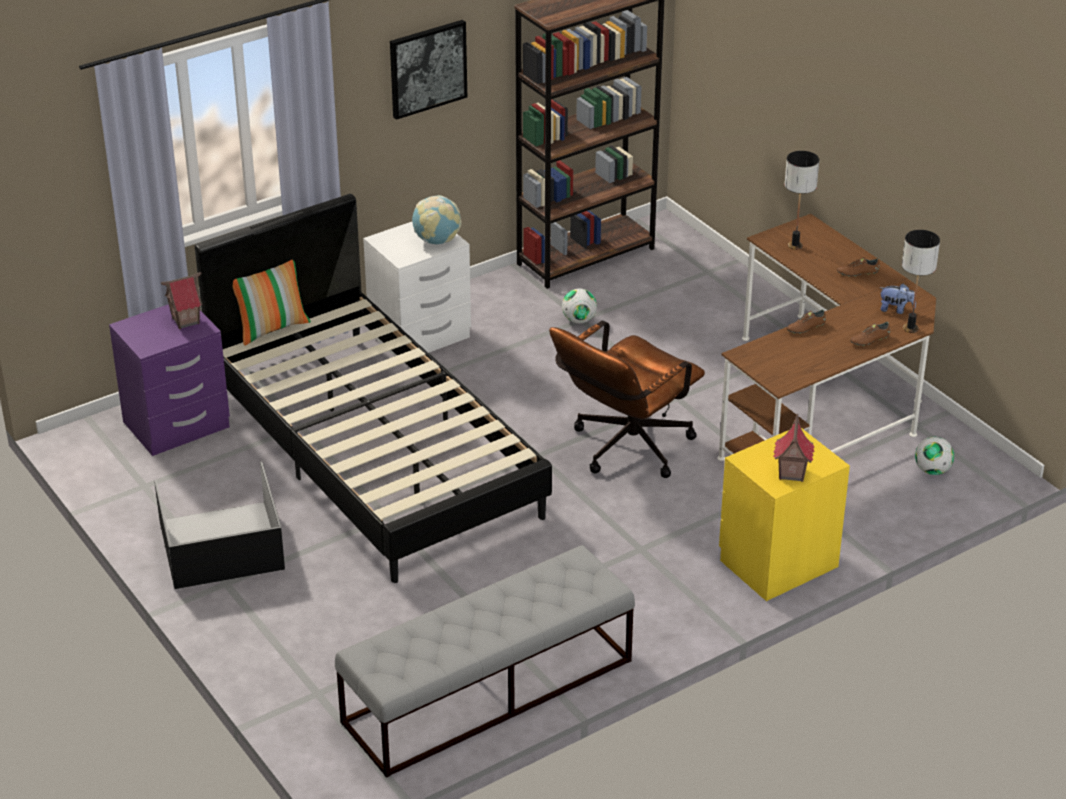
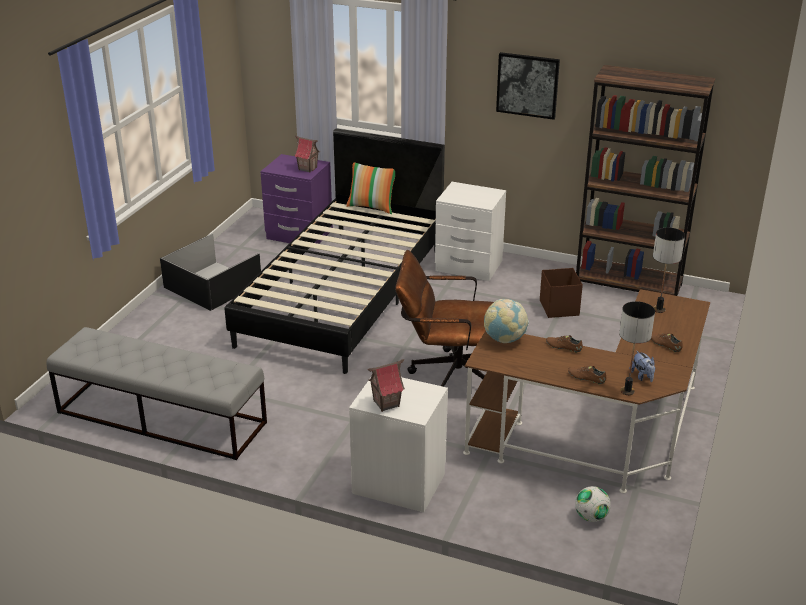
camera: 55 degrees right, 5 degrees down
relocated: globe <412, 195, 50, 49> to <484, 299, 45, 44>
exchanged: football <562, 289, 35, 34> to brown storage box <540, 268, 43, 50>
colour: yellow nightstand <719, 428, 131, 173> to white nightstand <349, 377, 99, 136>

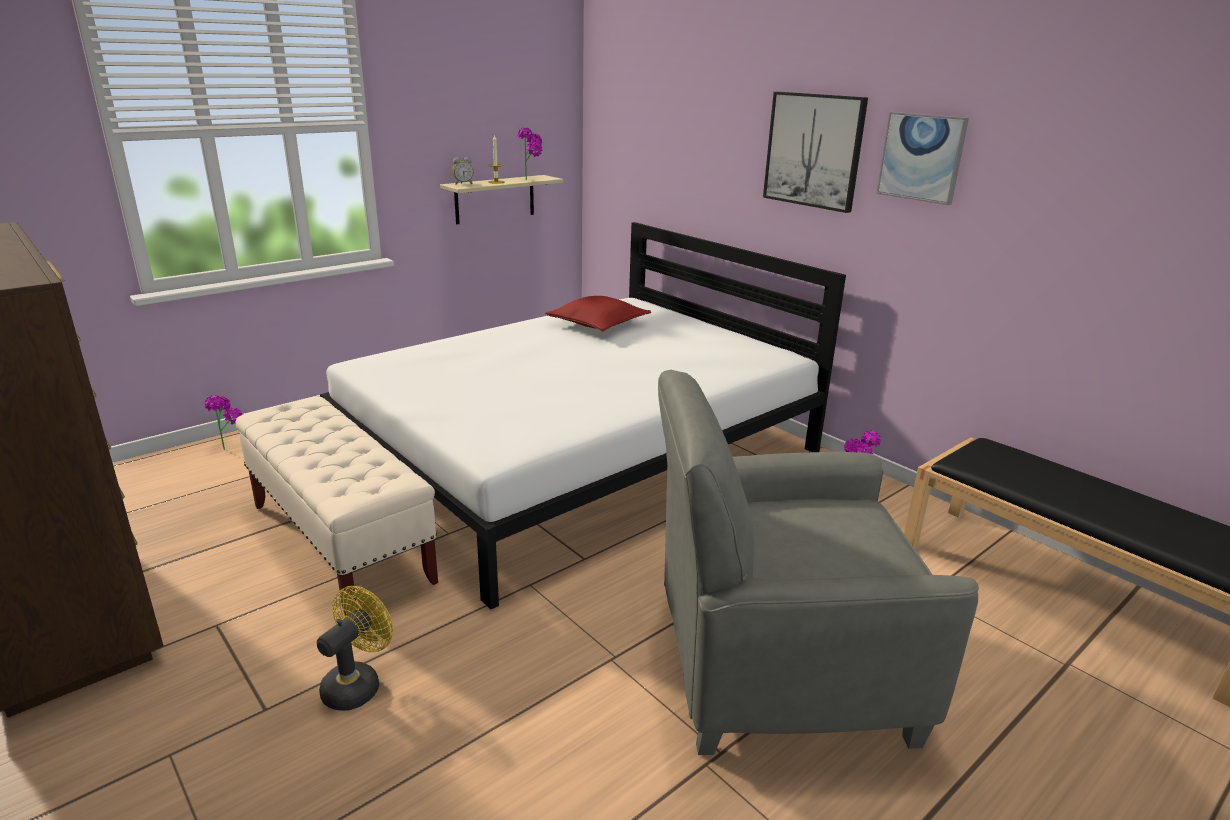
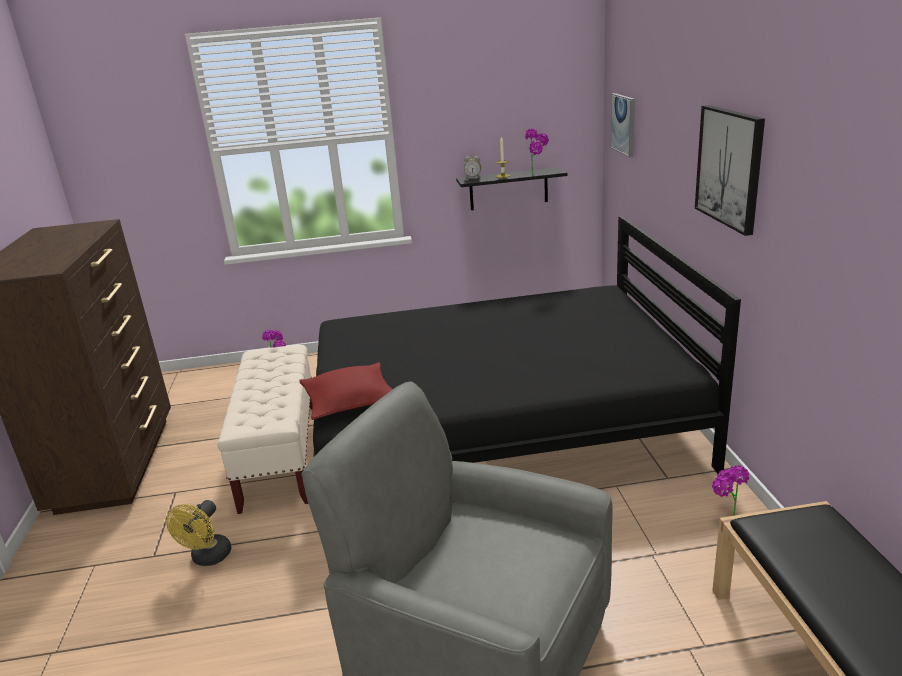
camera: 35 degrees right, 0 degrees up
relocated: red pillow <545, 296, 106, 35> to <299, 362, 94, 58>; picture <876, 112, 93, 93> to <610, 93, 25, 64>
colour: white bed <320, 222, 526, 387> to black bed <313, 216, 428, 258>; beige shelf <440, 175, 123, 49> to black shelf <456, 167, 112, 43>
spun: yellow fan <317, 586, 76, 125> = <166, 500, 65, 66> 135 degrees clockwise

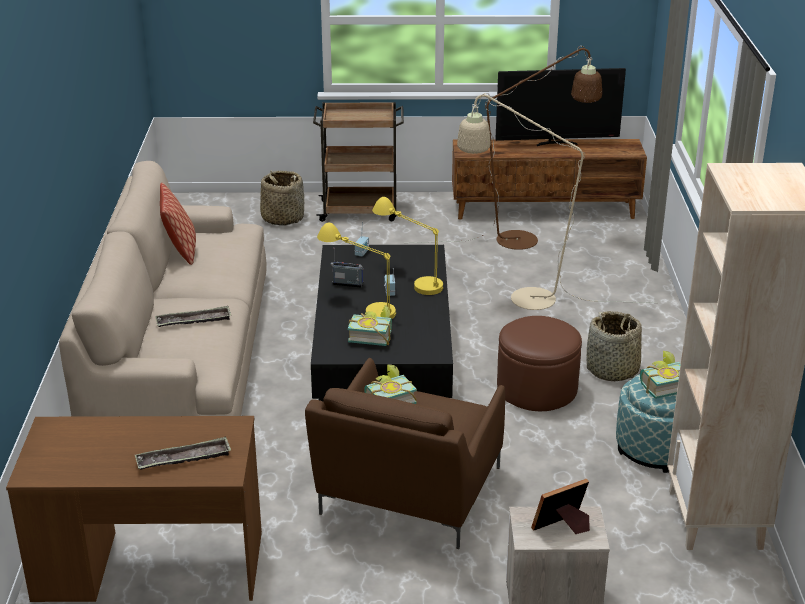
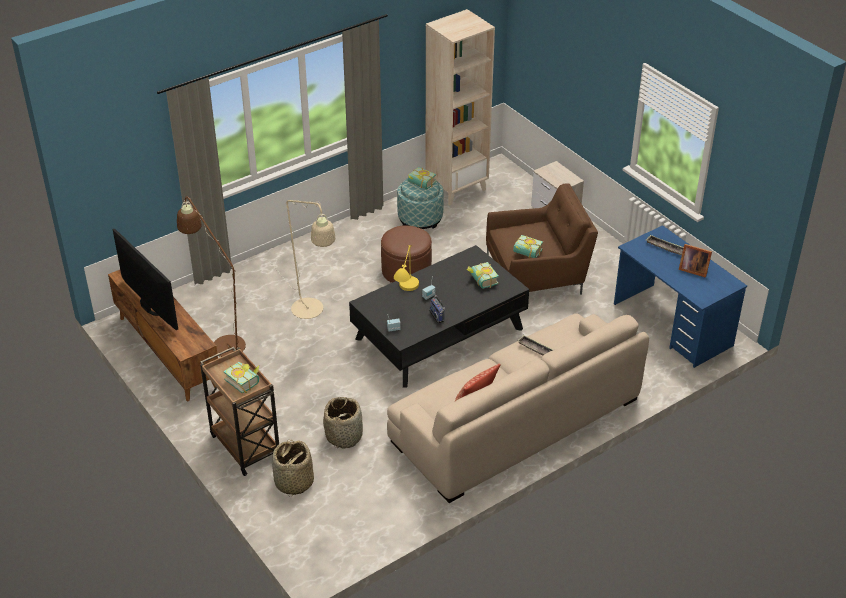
camera: 125 degrees left, 10 degrees up
missing: yellow table lamp <317, 223, 79, 96>
appeared: book <223, 362, 37, 31>
relocated: basket <586, 311, 56, 70> to <323, 397, 40, 52>; picture frame <531, 479, 59, 55> to <679, 244, 33, 34>
colour: brown desk <6, 416, 256, 186> to blue desk <614, 225, 133, 143>

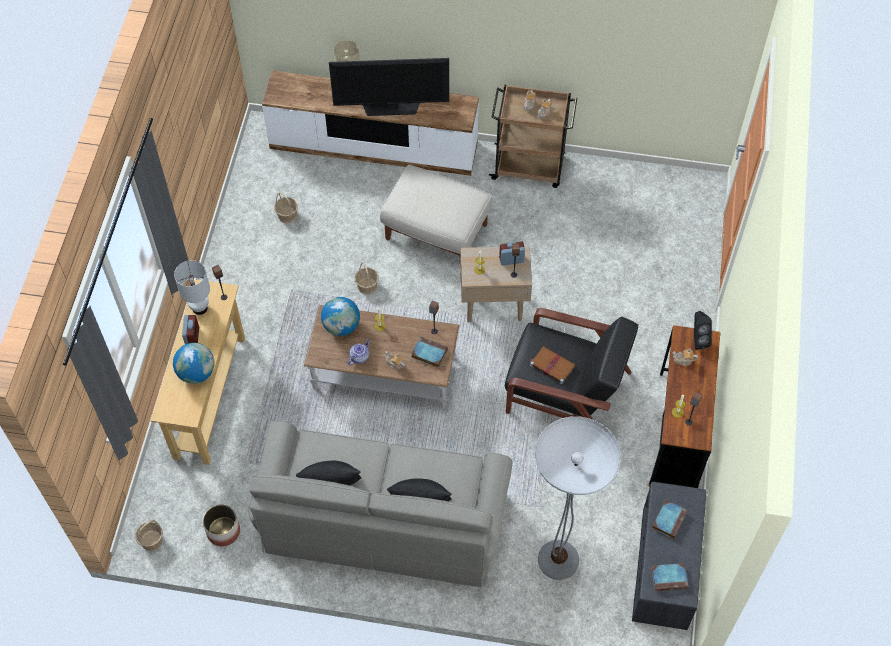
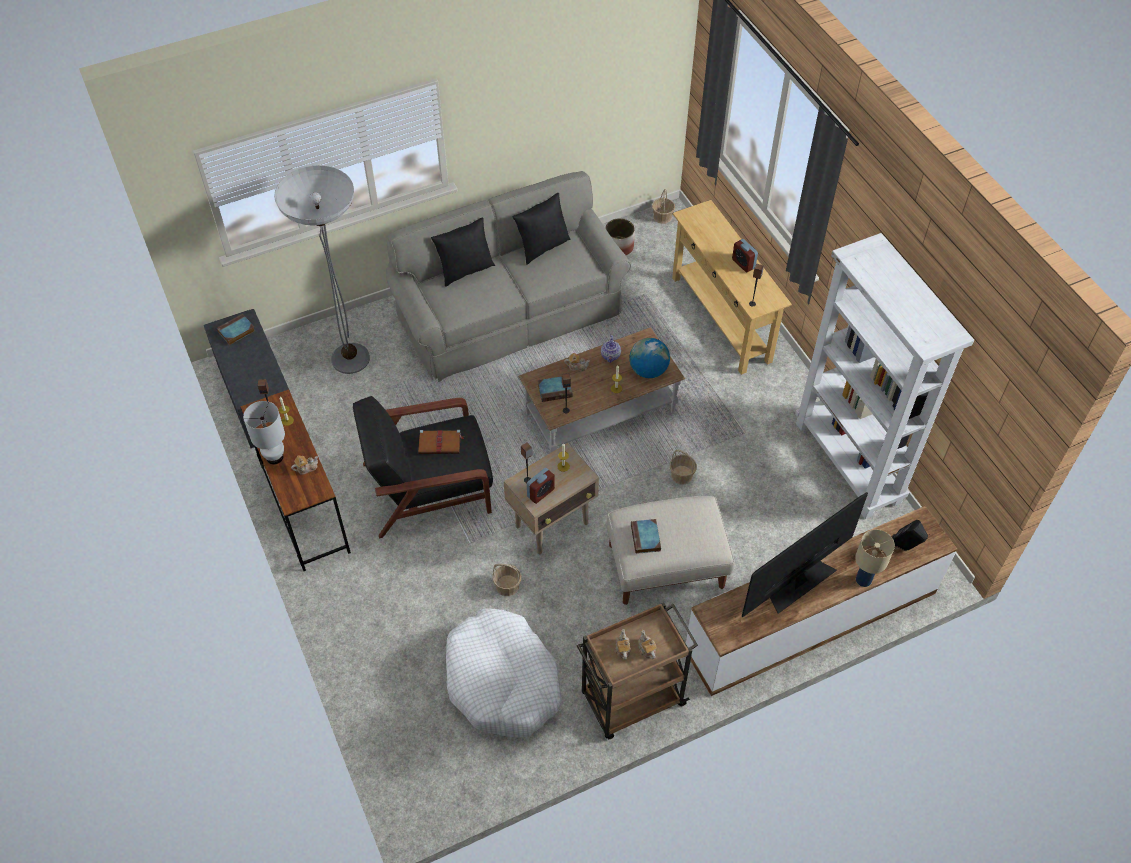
camera: 145 degrees right, 5 degrees down
missing: globe <173, 343, 41, 41>
appeared: white dog bed <446, 608, 116, 130>; white bookcase <795, 233, 179, 286>
relocated: white table lamp <174, 260, 36, 55> to <243, 401, 42, 63>; basket <274, 192, 24, 31> to <492, 564, 29, 32>; book <652, 500, 36, 39> to <631, 519, 30, 35>; black speaker <694, 311, 18, 39> to <892, 520, 36, 31>

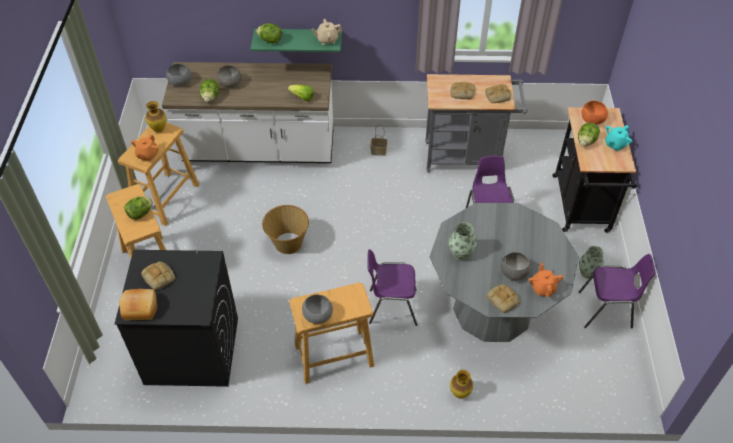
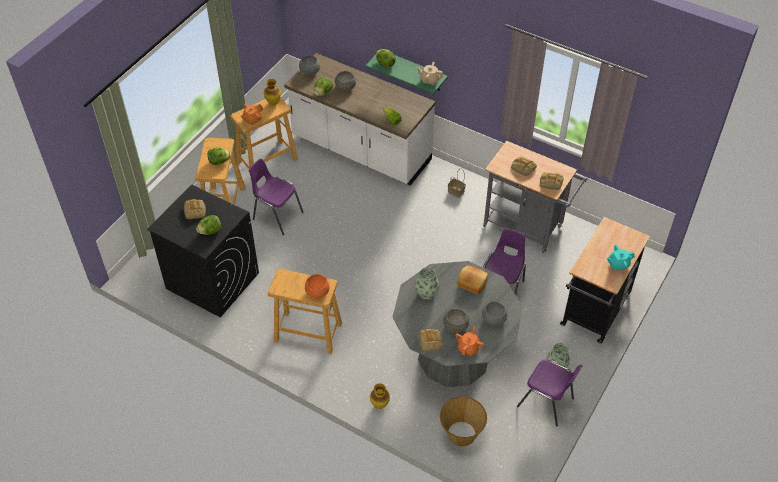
camera: 30 degrees right, 0 degrees up
relocated: lettuce <578, 123, 22, 23> to <196, 215, 25, 20>; purple chair <367, 249, 51, 77> to <249, 158, 55, 77>; orange bowl <582, 101, 26, 24> to <305, 274, 25, 25>; basket <262, 205, 47, 49> to <440, 396, 47, 50>; bread <119, 289, 38, 31> to <457, 265, 31, 29>; grey bowl <302, 295, 31, 29> to <482, 301, 25, 25>

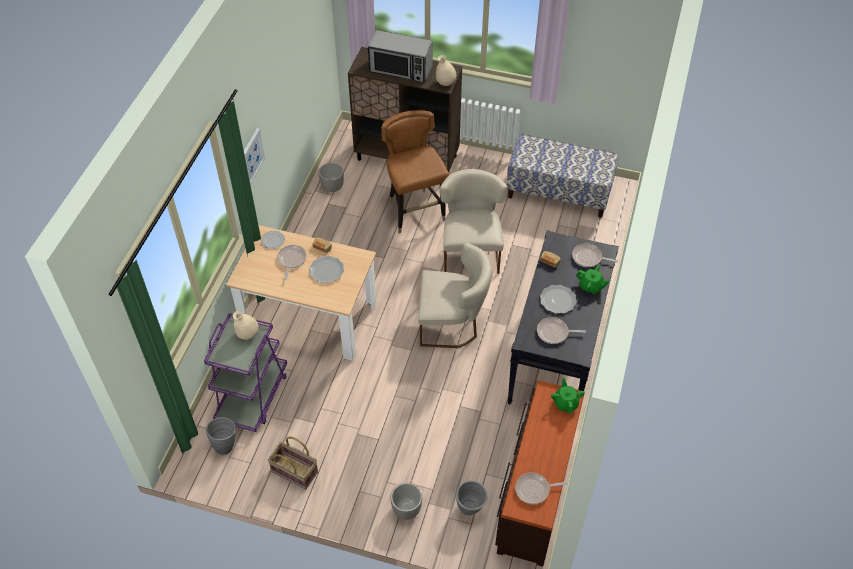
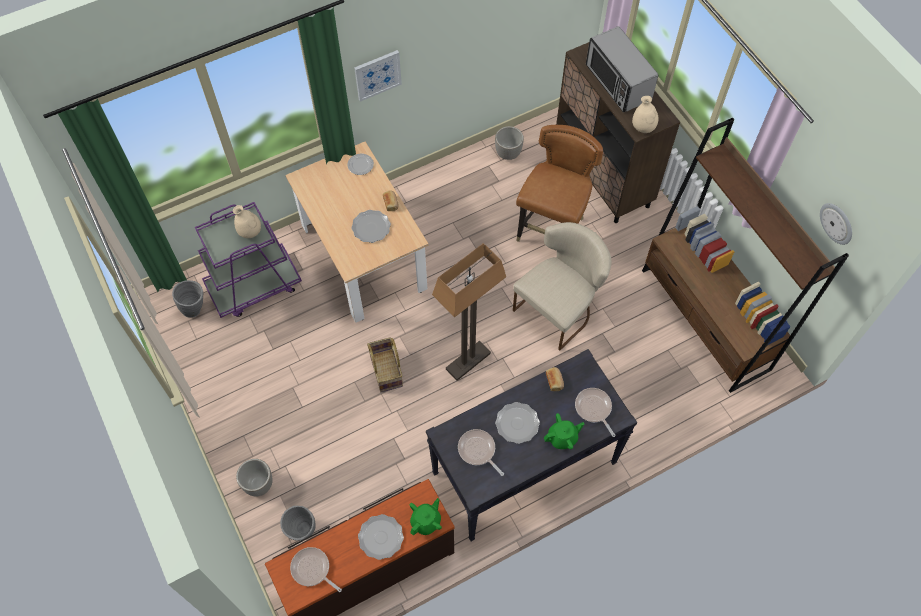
camera: 45 degrees right, 10 degrees up
missing: frying pan <277, 245, 30, 35>
appeared: plate <358, 514, 46, 46>; wall clock <820, 203, 32, 42>
relocated: basket <268, 436, 50, 53> to <367, 337, 36, 55>
exchanged: beige chair <418, 243, 75, 105> to floor lamp <432, 243, 74, 138>; bench <507, 134, 111, 84> to brown bookcase <642, 118, 207, 275>
spun: green teapot <576, 265, 34, 29> = <544, 413, 40, 36> 90 degrees counterclockwise

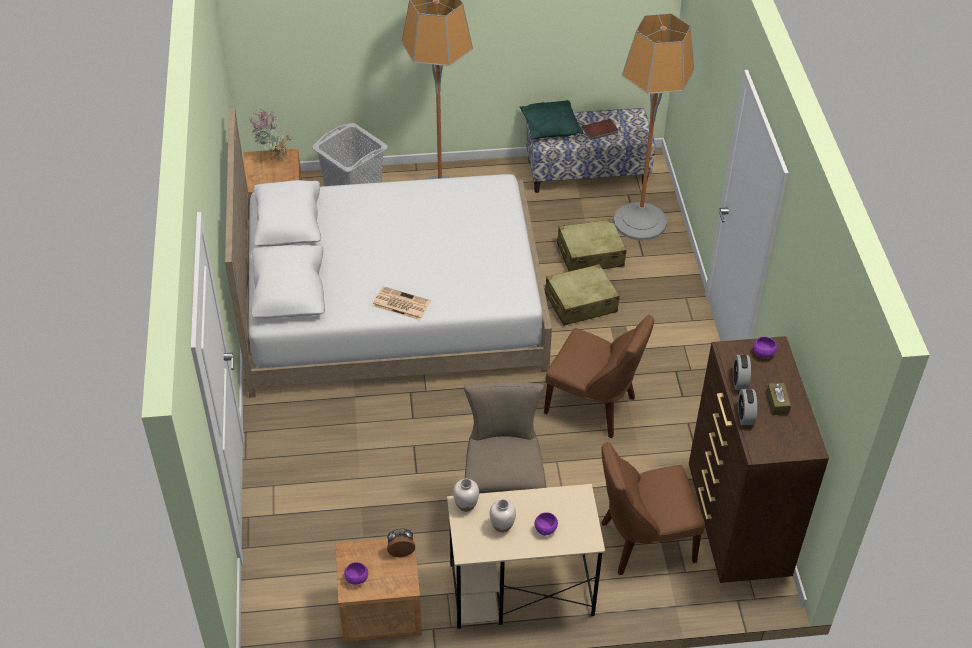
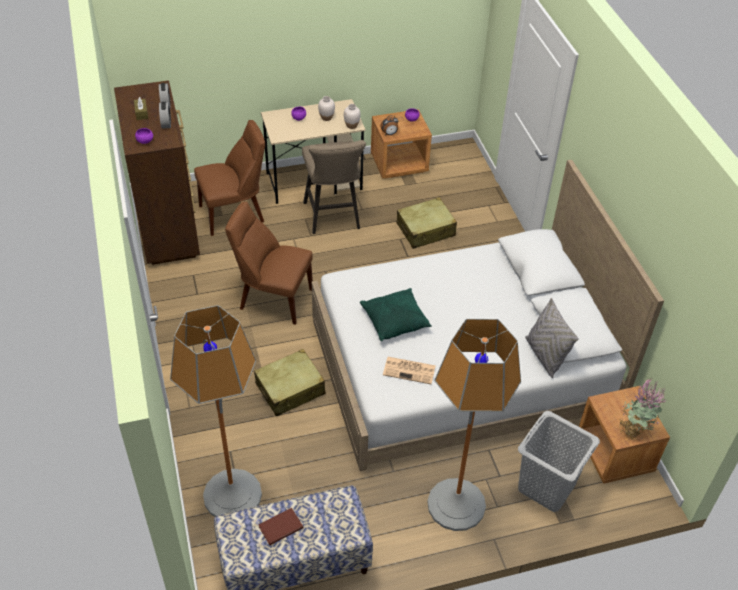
camera: 170 degrees right, 0 degrees up
appeared: grey pillow <526, 298, 53, 80>
relocated: green pillow <520, 100, 63, 39> to <360, 288, 72, 53>; newspaper <372, 286, 59, 34> to <383, 357, 53, 27>; beige suitcase <557, 219, 69, 52> to <396, 197, 61, 52>

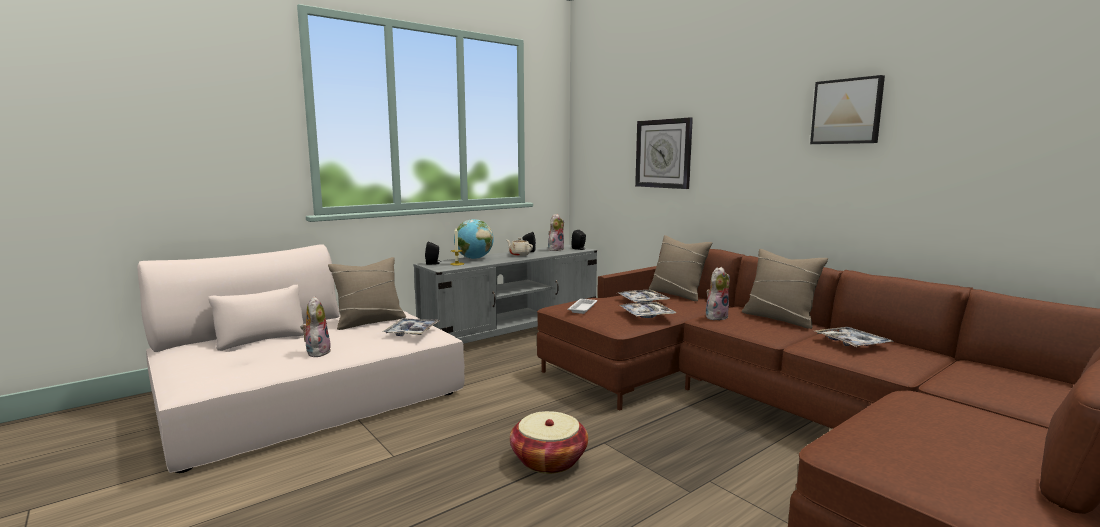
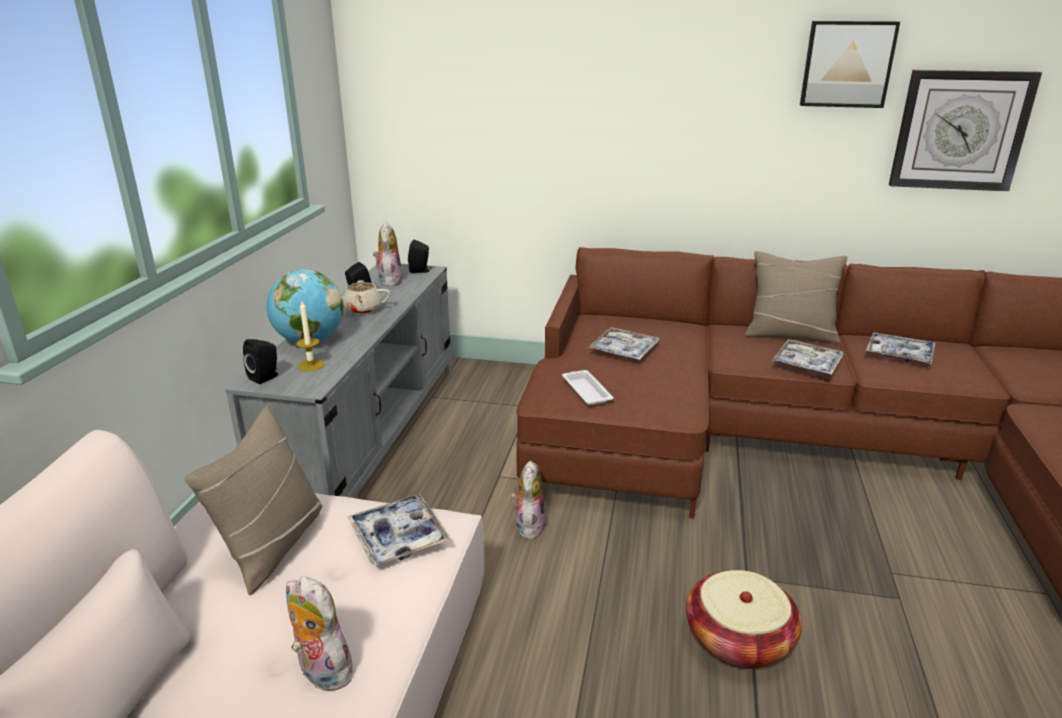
camera: 40 degrees left, 15 degrees up
missing: beige pillow <649, 235, 63, 66>
relocated: plush toy <706, 267, 24, 53> to <511, 460, 35, 80>; tray <618, 302, 59, 16> to <772, 339, 72, 36>; wall clock <635, 118, 58, 71> to <889, 70, 153, 121>

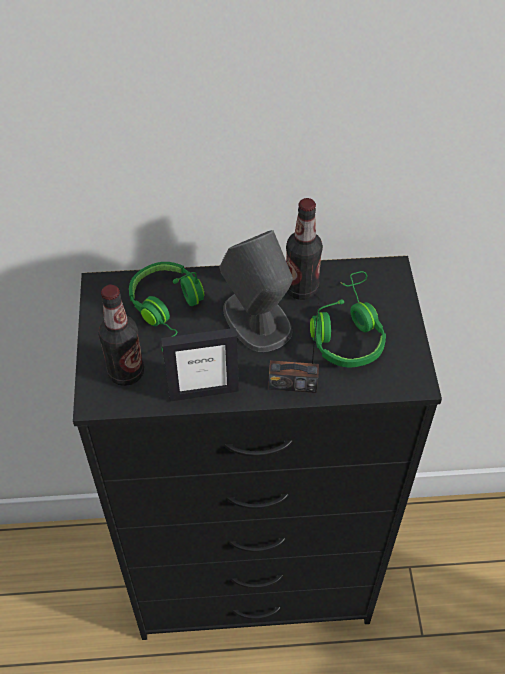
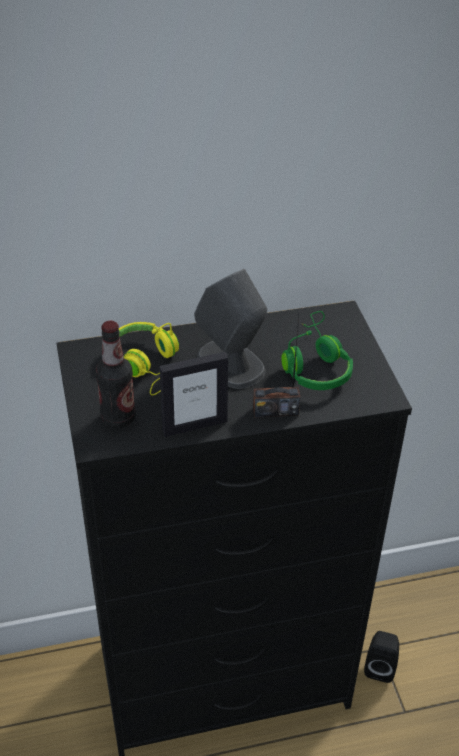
camera: 10 degrees left, 10 degrees down
missing: bottle <286, 198, 37, 102>
appeared: black speaker <364, 631, 35, 52>
colour: green headphones <129, 262, 75, 90> to yellow headphones <119, 322, 60, 73>

